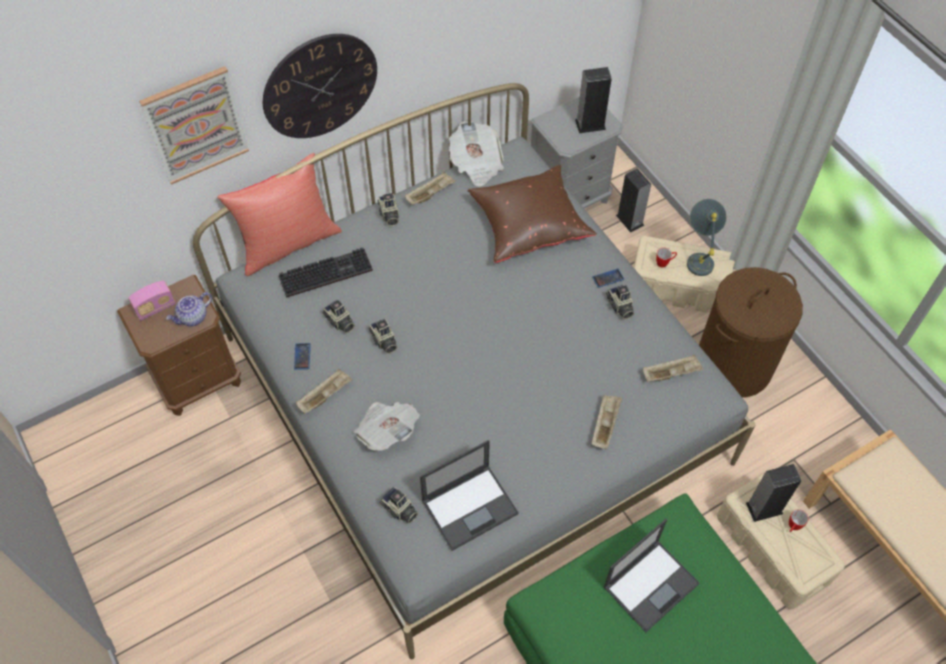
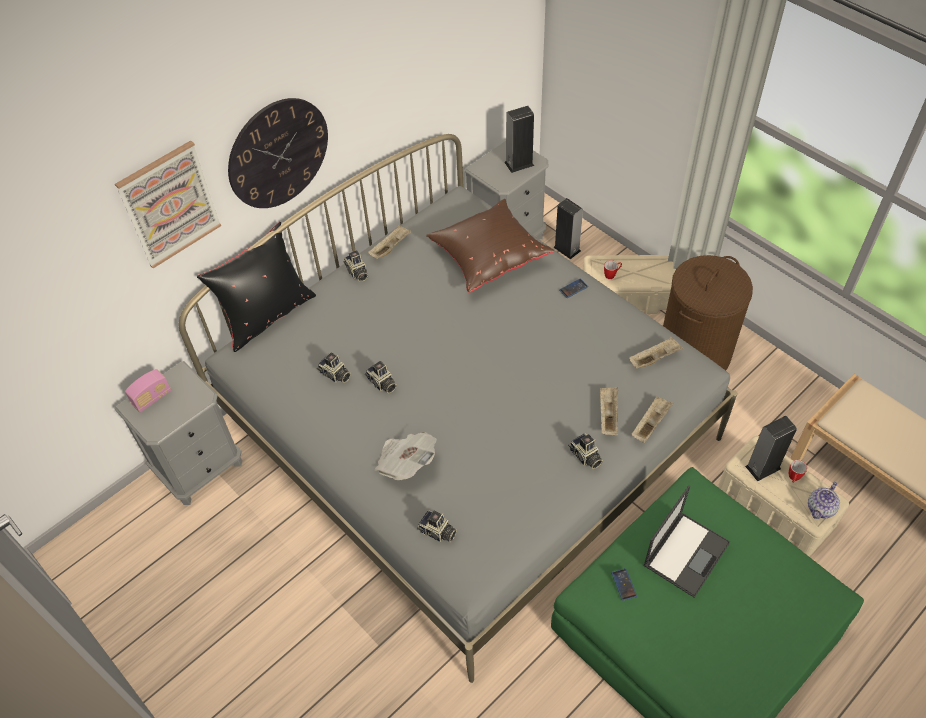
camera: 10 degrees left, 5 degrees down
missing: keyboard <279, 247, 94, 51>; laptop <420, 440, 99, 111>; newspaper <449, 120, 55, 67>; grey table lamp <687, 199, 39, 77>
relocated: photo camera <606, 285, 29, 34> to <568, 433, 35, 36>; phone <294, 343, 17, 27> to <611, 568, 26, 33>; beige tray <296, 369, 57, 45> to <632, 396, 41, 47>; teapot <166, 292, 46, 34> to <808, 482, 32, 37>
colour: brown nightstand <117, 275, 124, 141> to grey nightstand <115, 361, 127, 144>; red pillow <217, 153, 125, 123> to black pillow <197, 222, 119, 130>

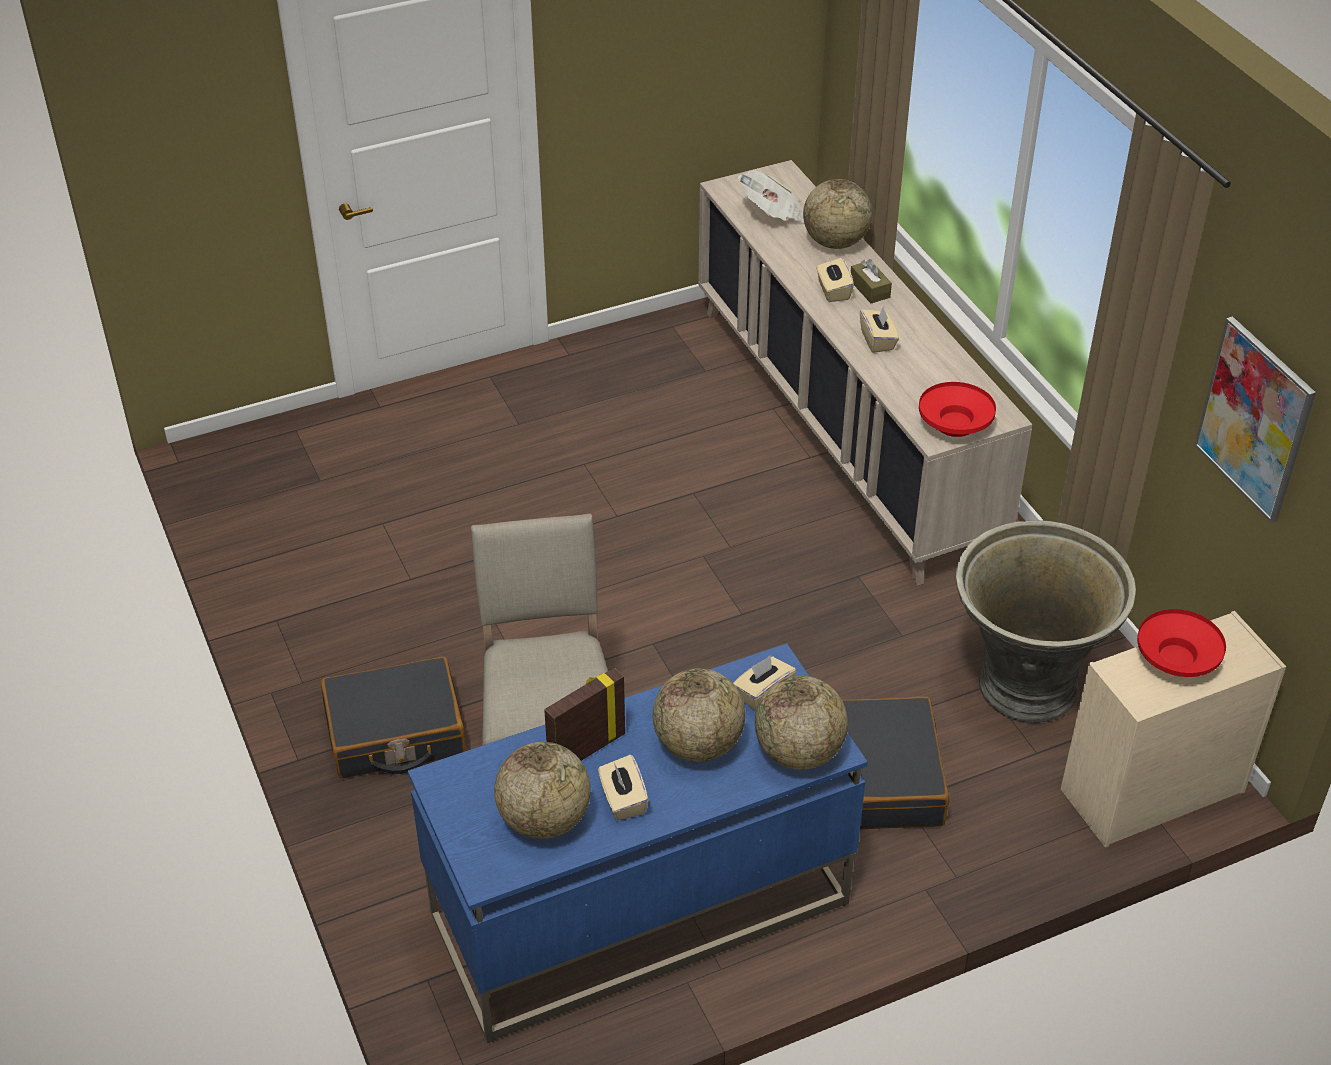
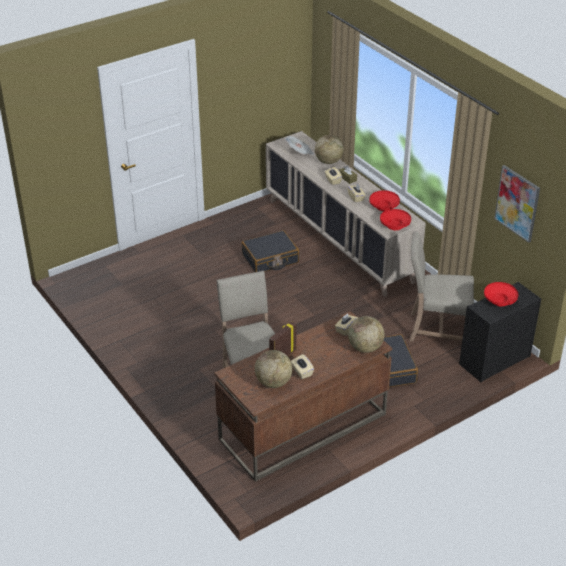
camera: 10 degrees left, 5 degrees down
missing: globe <653, 668, 92, 94>
appeared: red bowl <369, 190, 31, 21>
relocated: black suitcase <321, 656, 145, 122> to <241, 230, 58, 42>
exchanged: grey planter <956, 520, 180, 203> to beige chair <410, 231, 64, 110>
colour: blue desk <408, 643, 460, 400> to brown desk <214, 311, 178, 171>; beige dresser <1061, 611, 225, 236> to black dresser <459, 282, 82, 100>

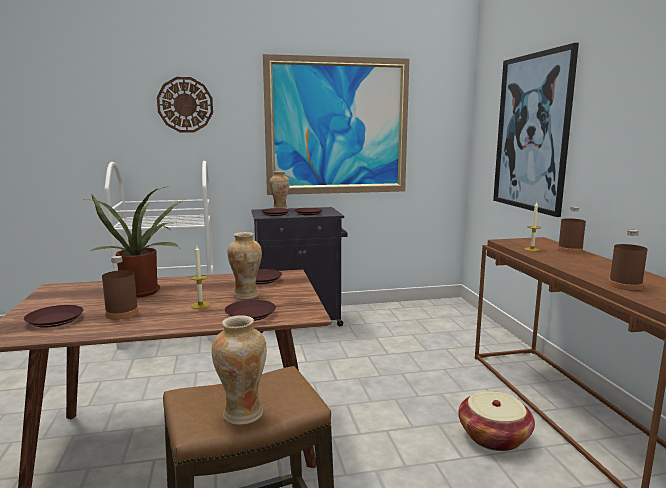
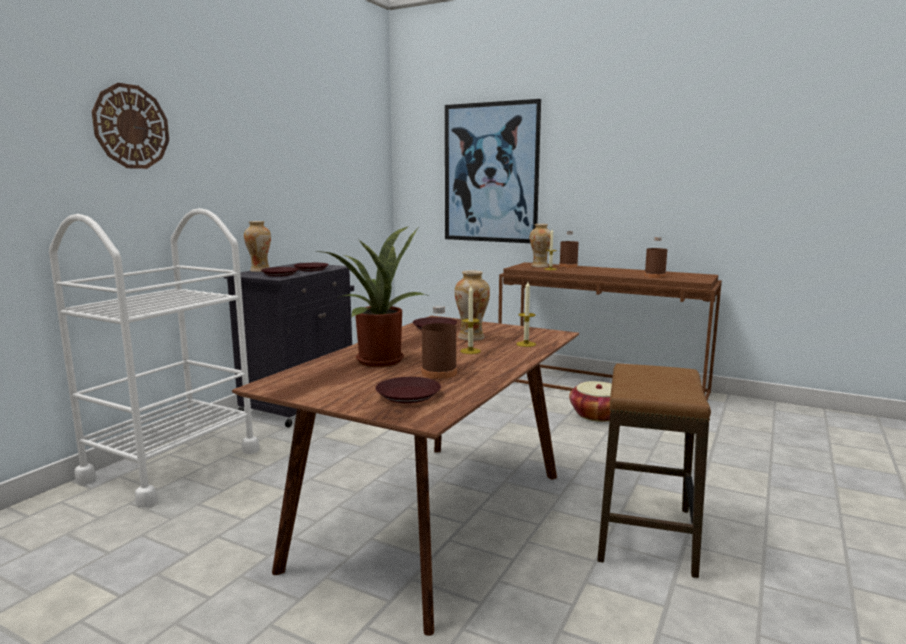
camera: 50 degrees left, 0 degrees up
missing: picture <263, 54, 147, 141>
relocated: vase <211, 315, 56, 110> to <530, 224, 21, 43>
exchanged: brown plate <225, 300, 51, 21> to candle <516, 282, 20, 65>

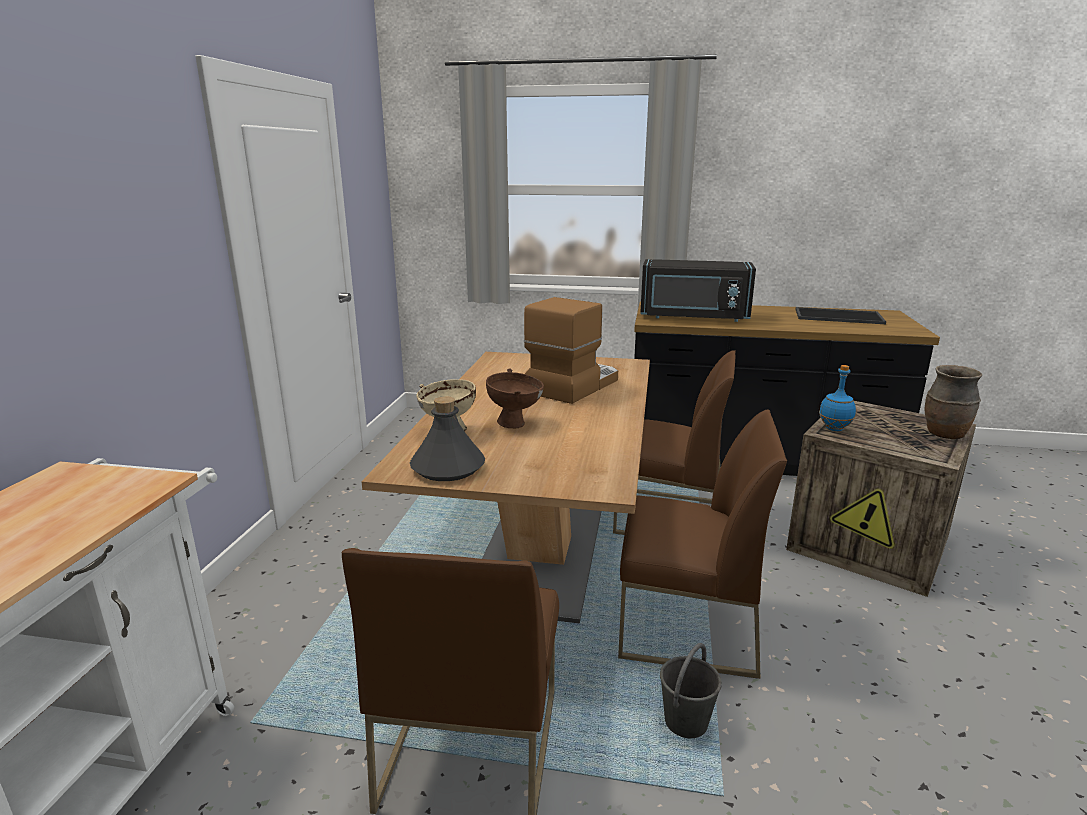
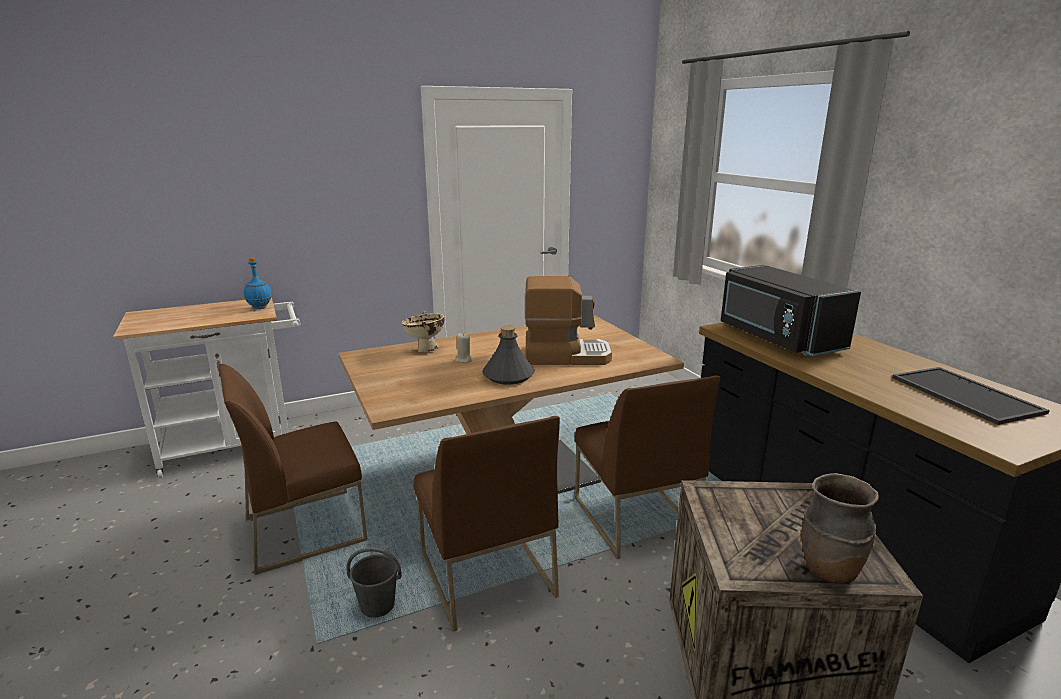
camera: 55 degrees right, 0 degrees up
relocated: blue bottle <819, 365, 37, 66> to <244, 258, 28, 51>; grey bottle <410, 396, 75, 85> to <482, 326, 53, 59>
exchanged: brown bowl <486, 369, 58, 59> to beige candle <455, 333, 17, 30>

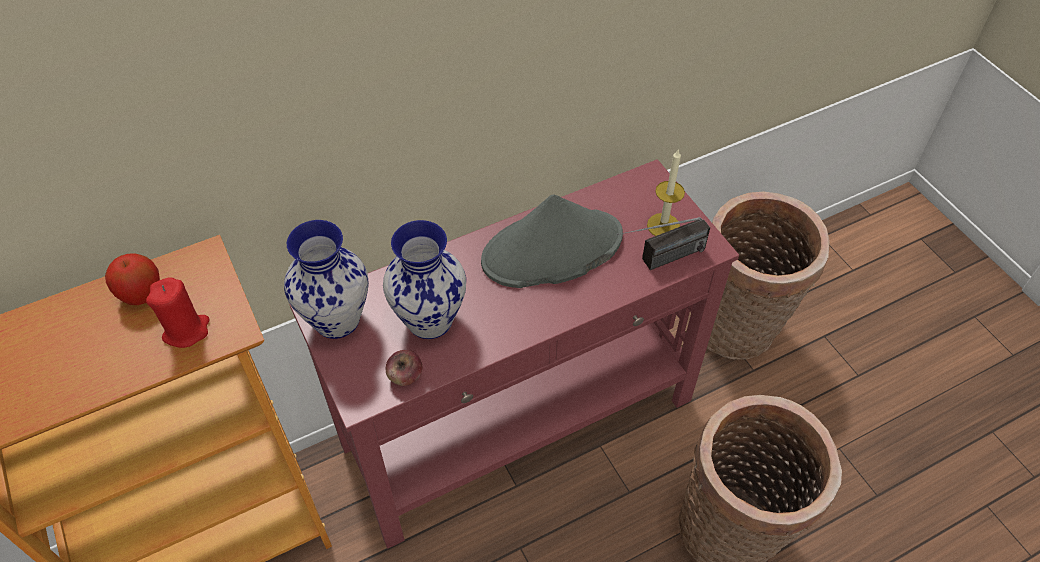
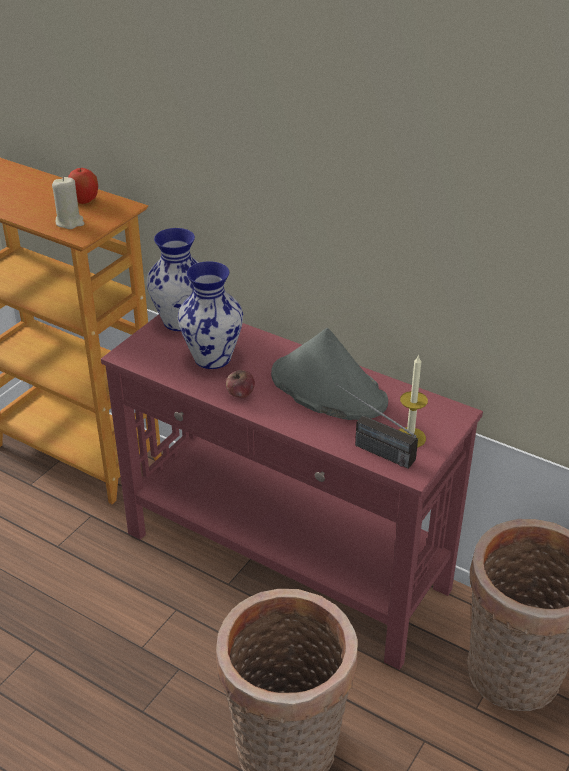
camera: 60 degrees right, 15 degrees down
relocated: apple <386, 350, 36, 36> to <226, 370, 29, 28>
colour: red candle <146, 277, 64, 71> to beige candle <52, 177, 32, 52>

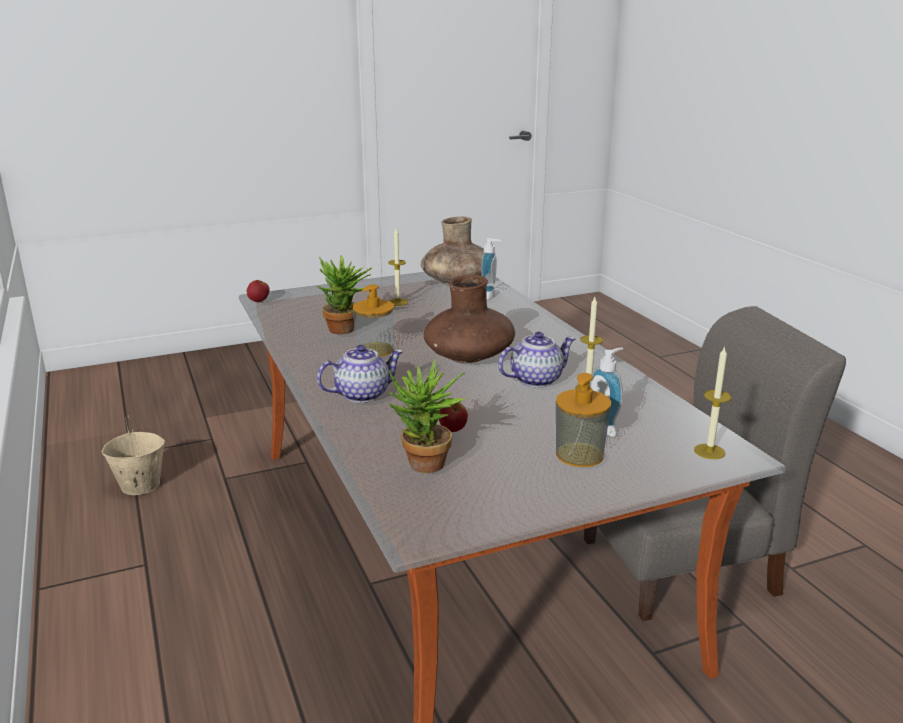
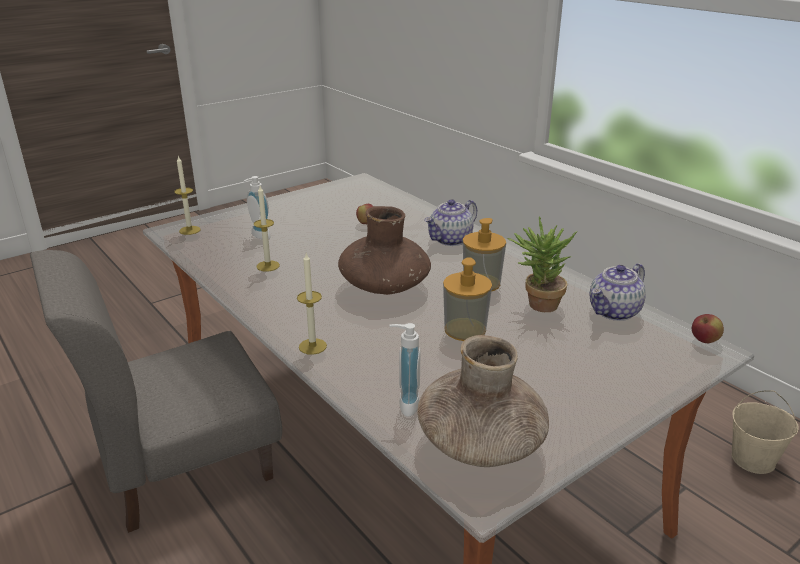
camera: 165 degrees right, 5 degrees up
missing: potted plant <388, 359, 78, 114>
relocated: candle <388, 228, 20, 78> to <297, 253, 30, 102>; soap dispenser <556, 373, 55, 94> to <443, 257, 49, 84>; teapot <498, 332, 78, 55> to <590, 263, 56, 58>

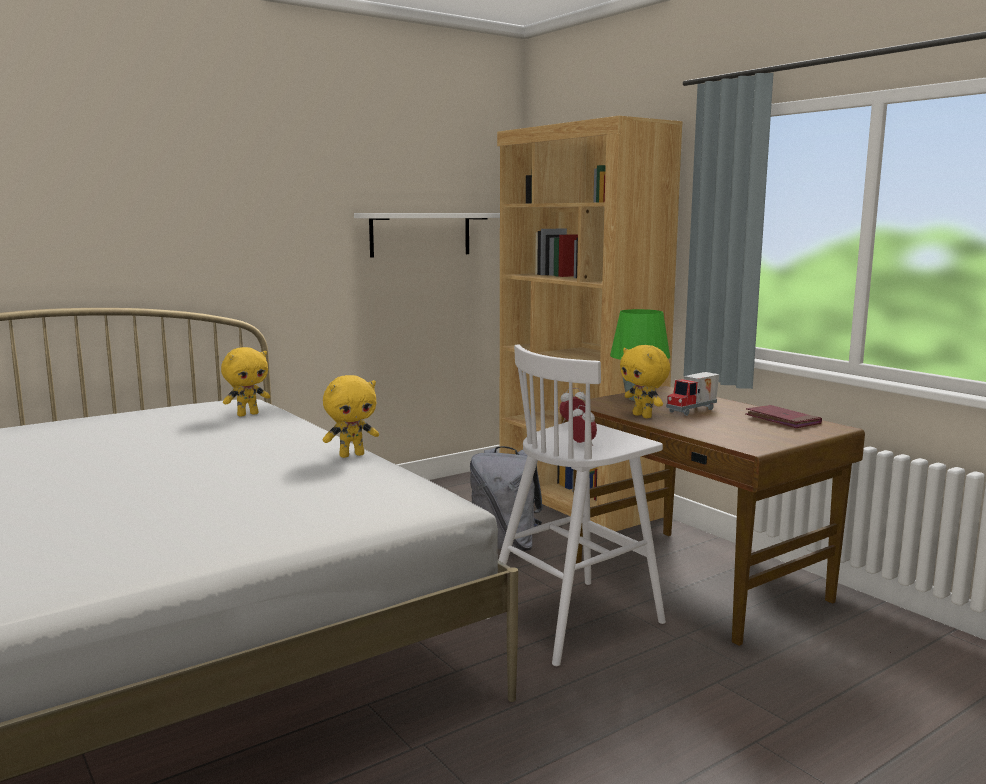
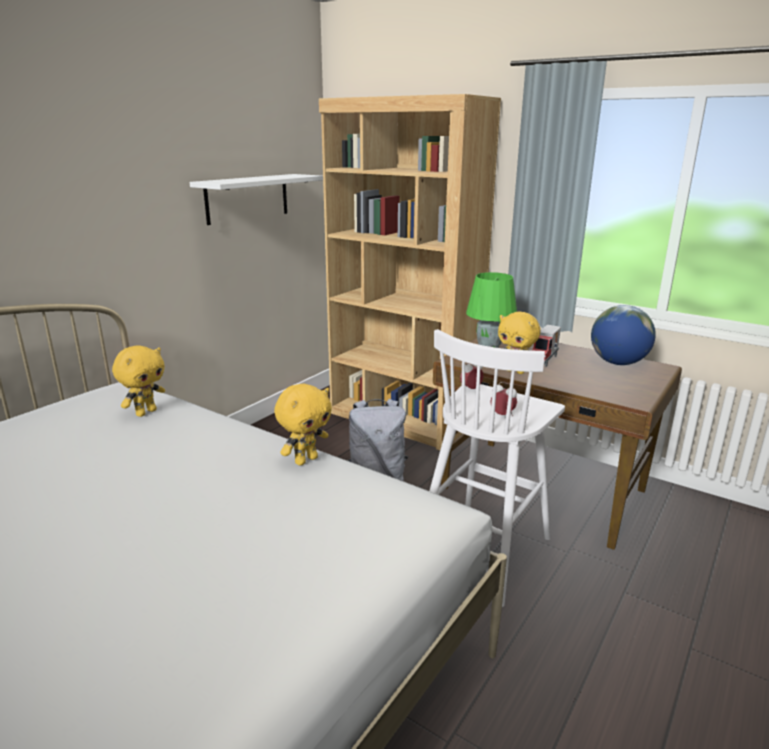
camera: 20 degrees left, 10 degrees up
exchanged: red book <745, 405, 77, 23> to globe <591, 305, 65, 60>

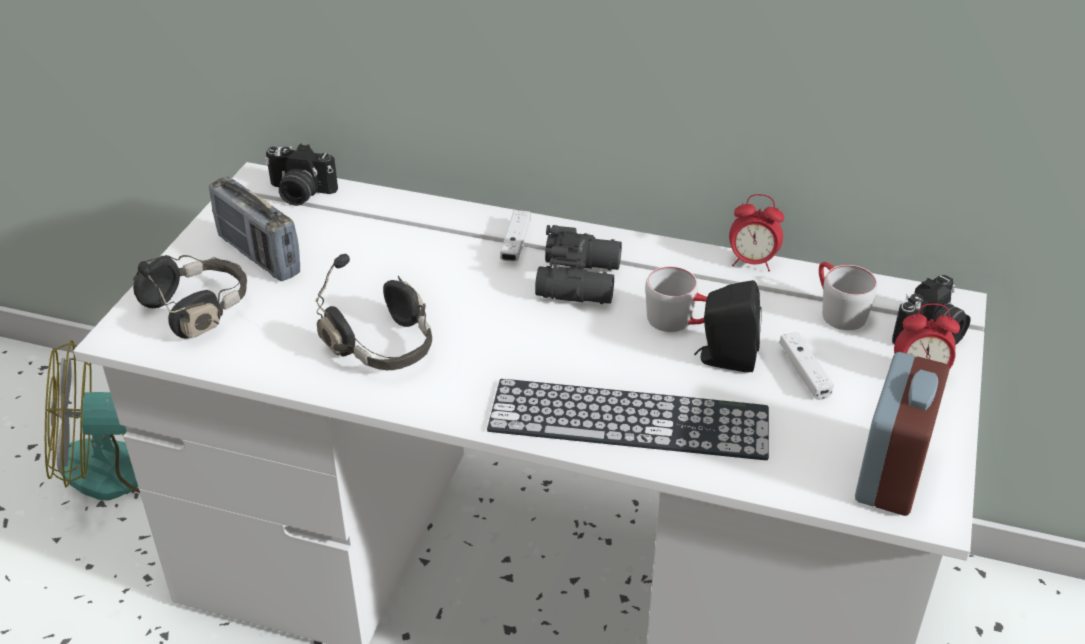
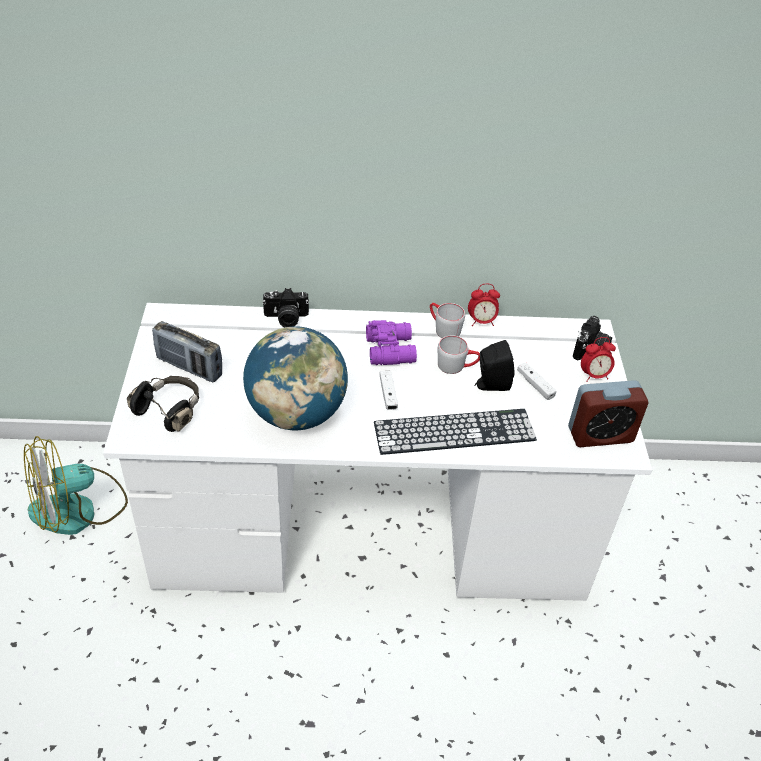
camera: 20 degrees left, 5 degrees up
relocated: photo camera <265, 144, 73, 62> to <262, 288, 47, 39>; white game controller <500, 210, 31, 52> to <380, 371, 18, 39>; grey mug <819, 262, 59, 68> to <430, 303, 35, 35>
exchanged: black headphones <316, 254, 116, 116> to globe <243, 326, 105, 104>
colour: black binoculars <535, 225, 87, 79> to purple binoculars <366, 320, 51, 45>
spun: alarm clock <855, 352, 94, 164> = <568, 380, 80, 67> 75 degrees clockwise

